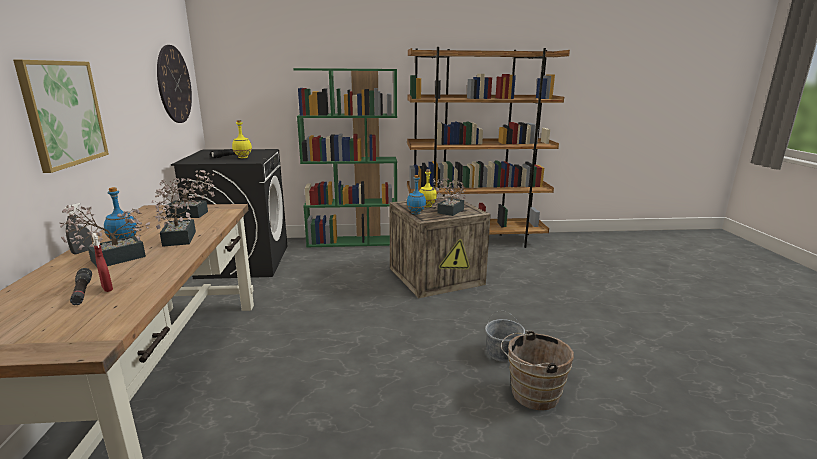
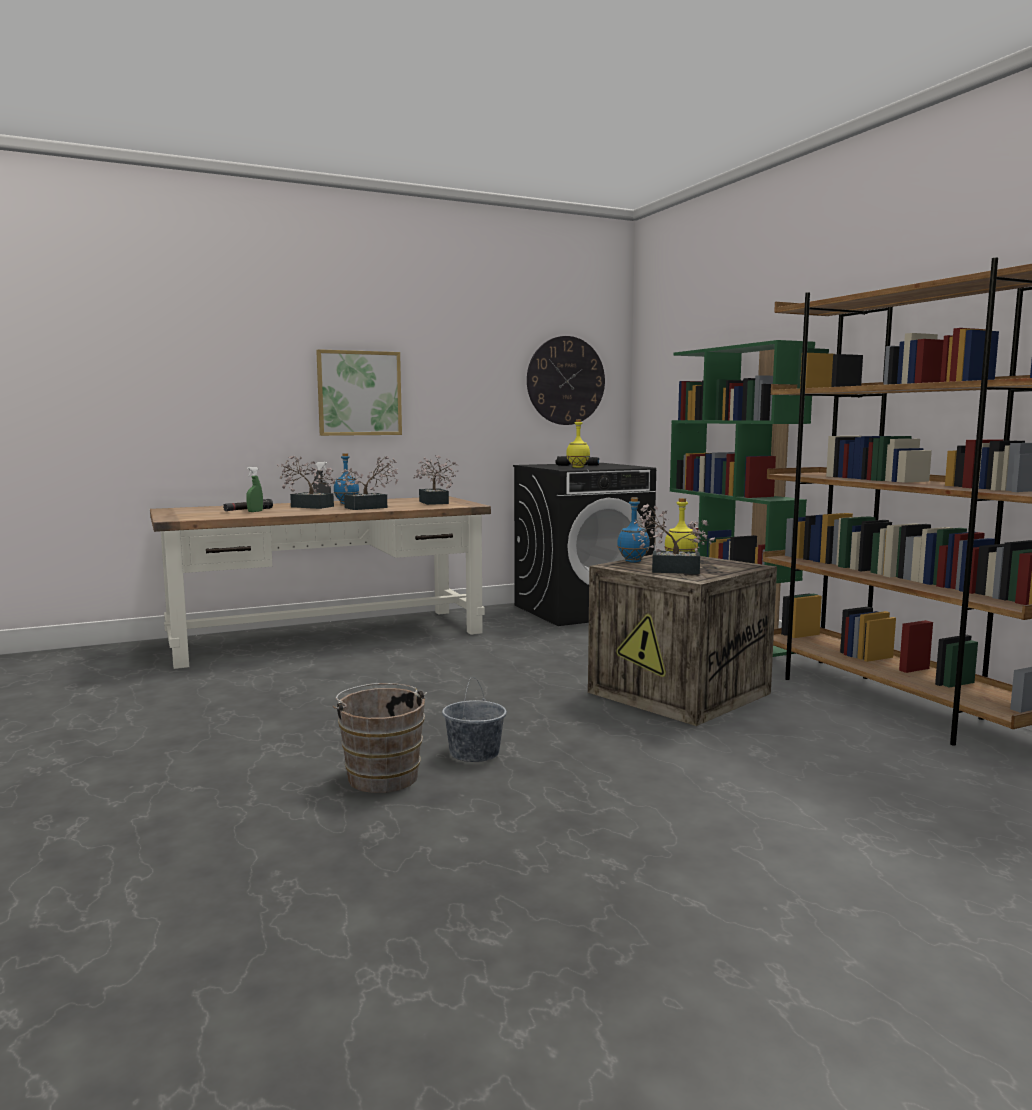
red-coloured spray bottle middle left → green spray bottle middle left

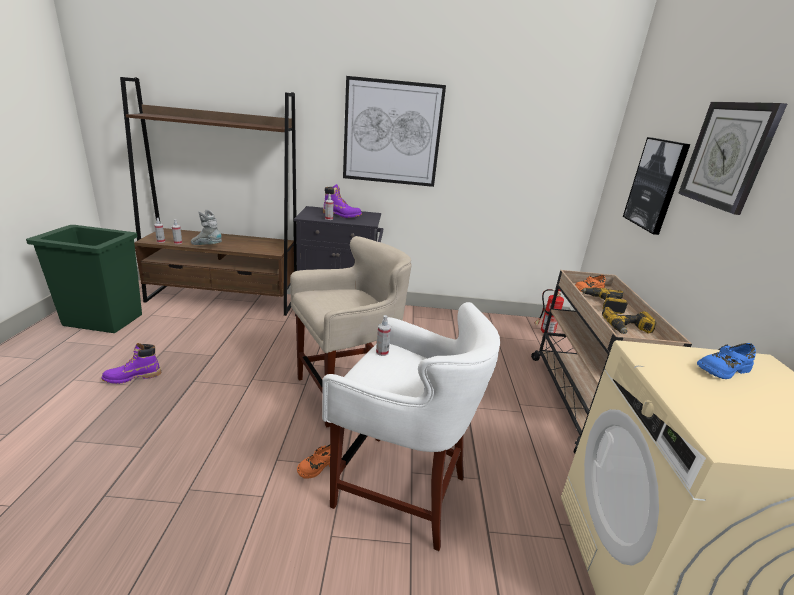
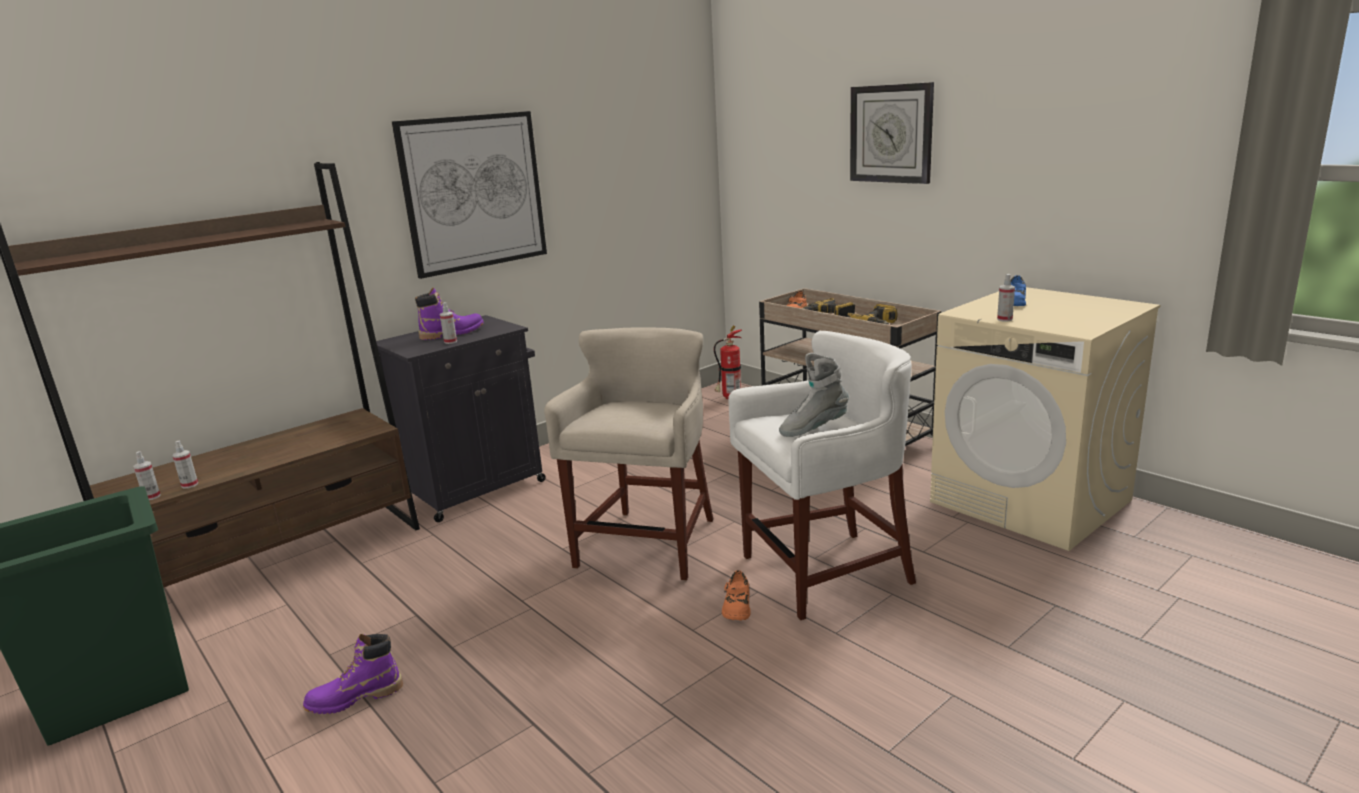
wall picture (no. 2 from left) top right → -
gray boot middle left → gray boot centre, relocated
spray bottle (no. 4 from left) centre → spray bottle (no. 4 from left) middle right, relocated
purple boot (no. 1 from left) middle left → purple boot (no. 1 from left) bottom left, 45 degrees clockwise

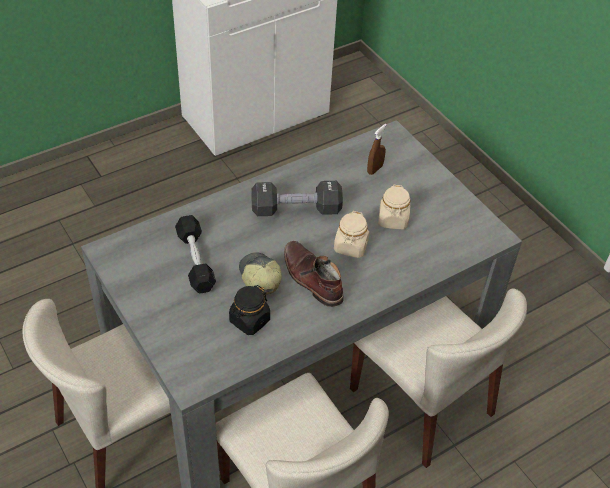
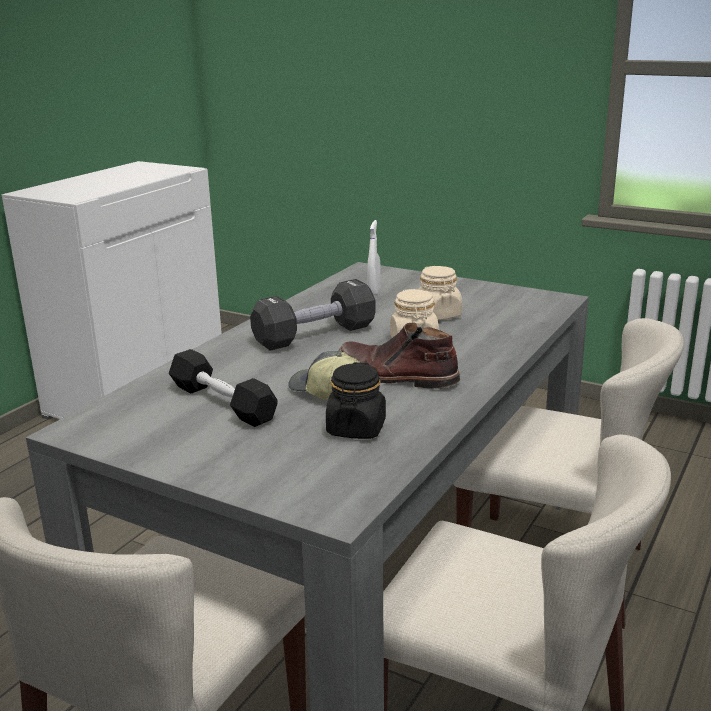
brown spray bottle top centre → white-coloured spray bottle centre

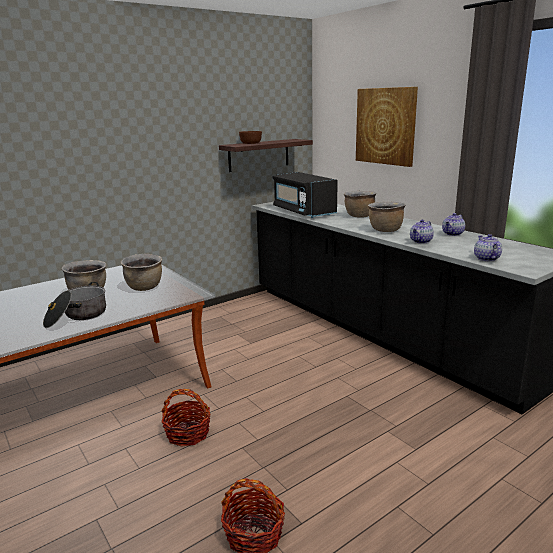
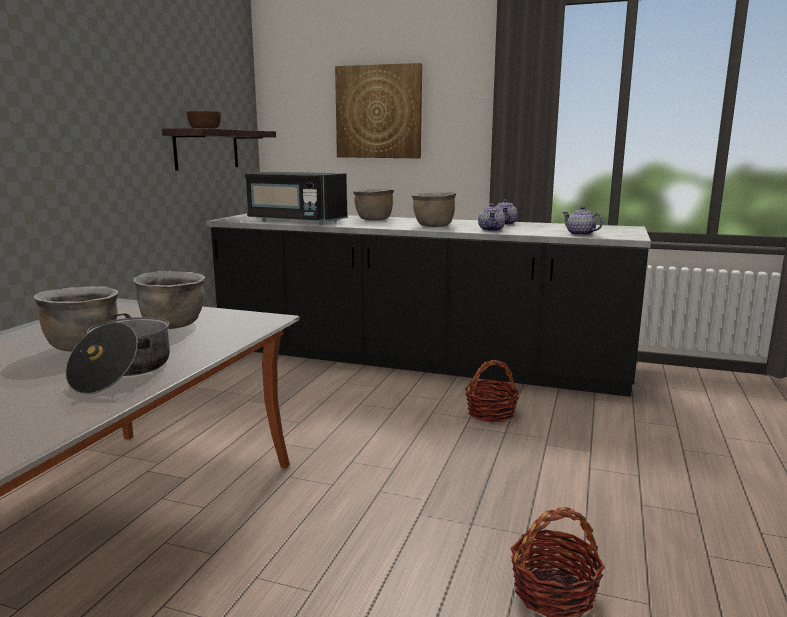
storage basket (no. 1 from left) bottom centre → storage basket (no. 1 from left) centre, relocated

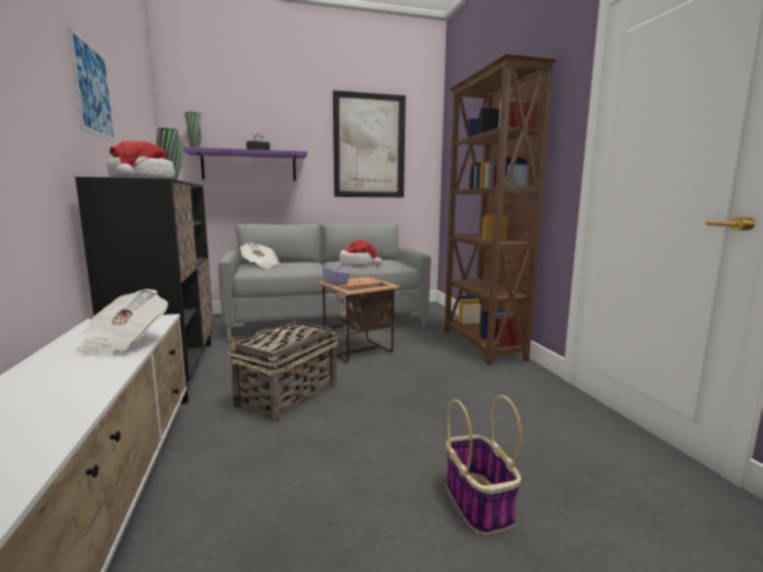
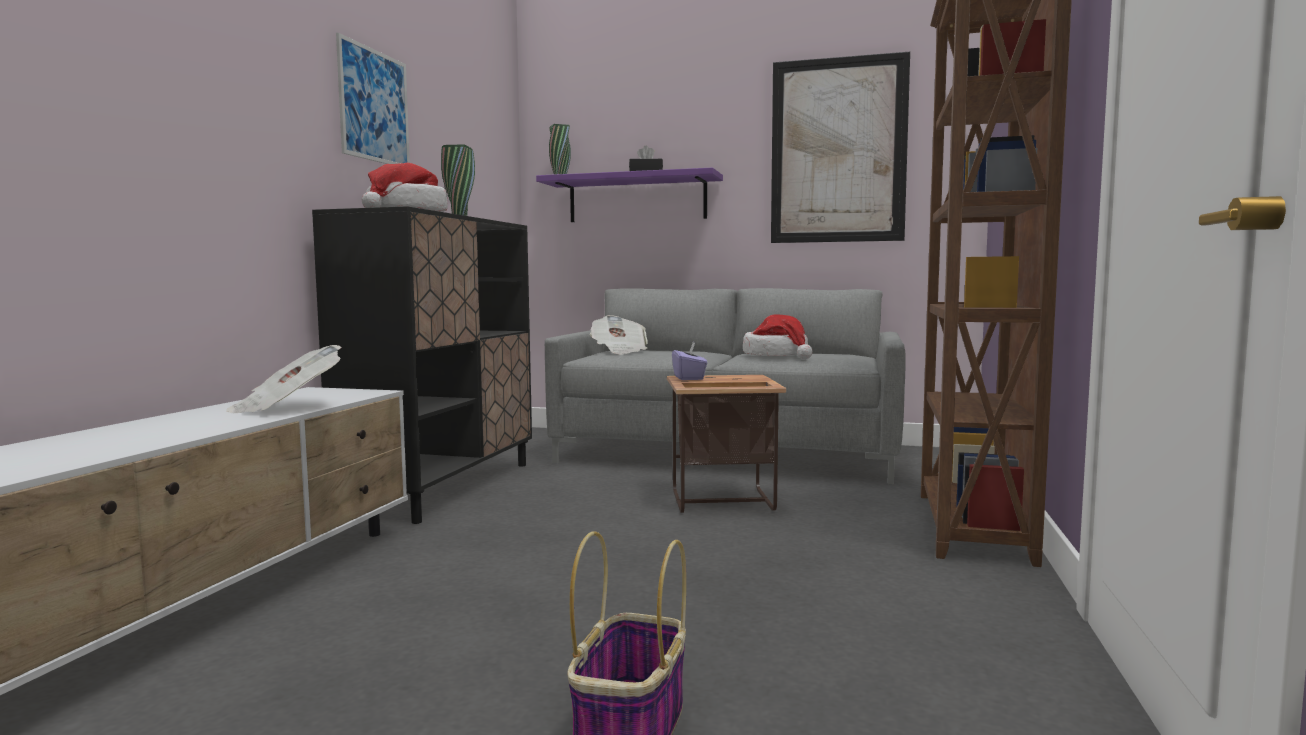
storage basket (no. 1 from left) centre → -

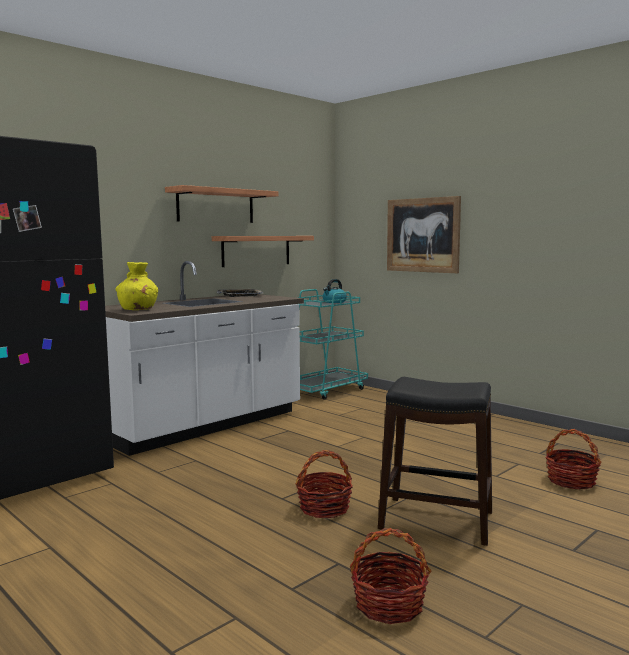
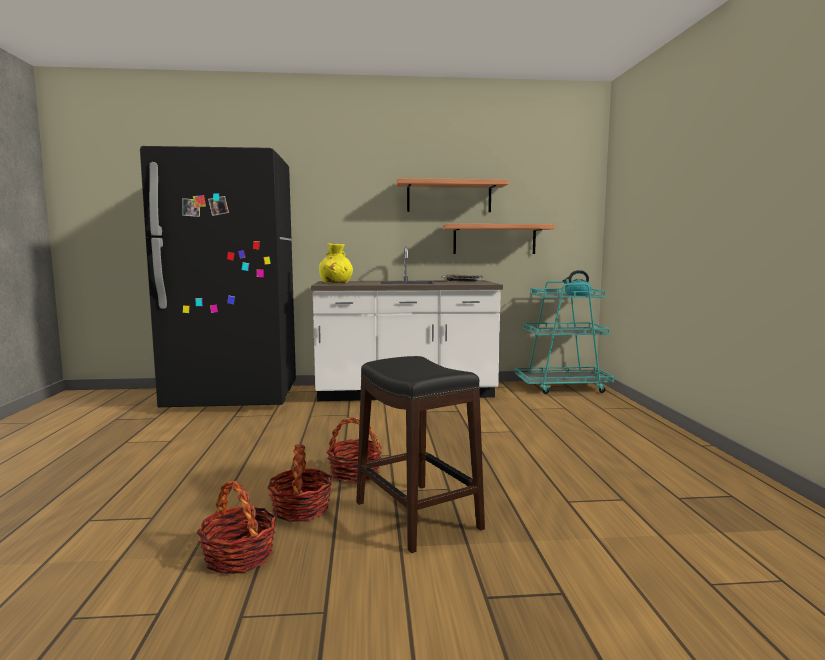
wall picture middle right → -
storage basket (no. 3 from left in the first image) bottom right → storage basket (no. 2 from left) bottom centre, relocated

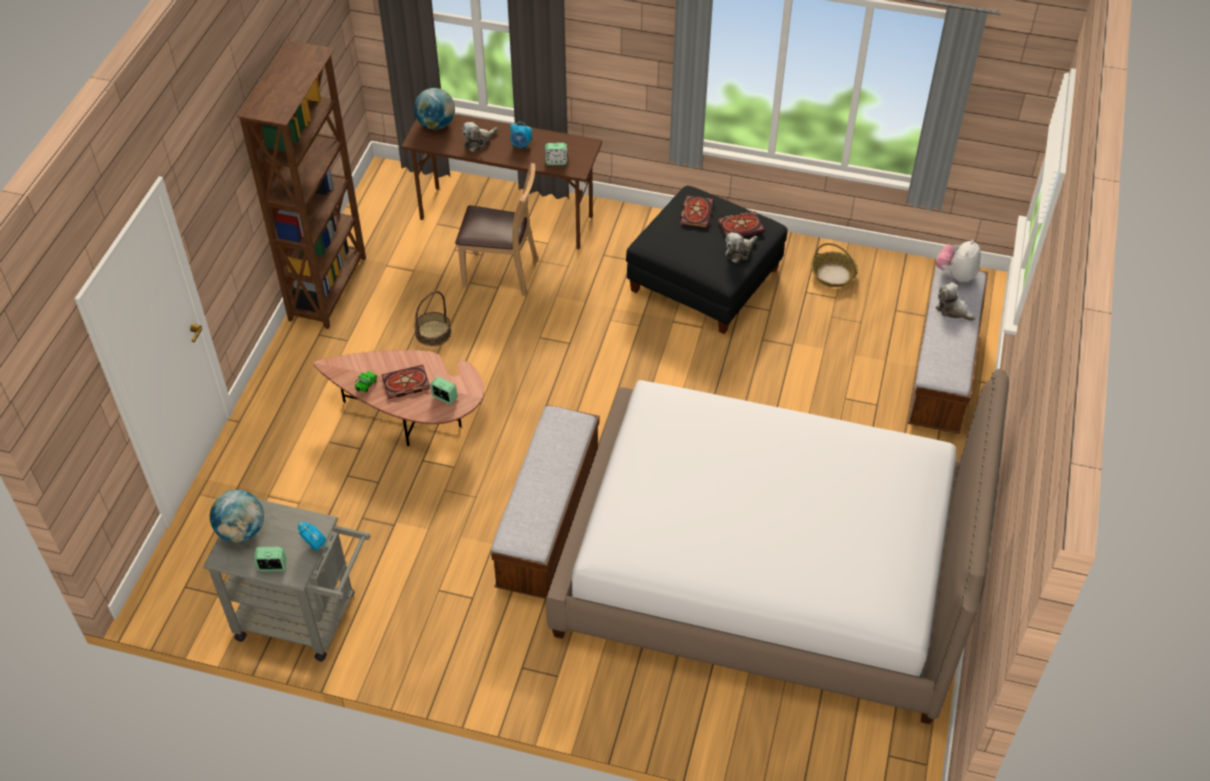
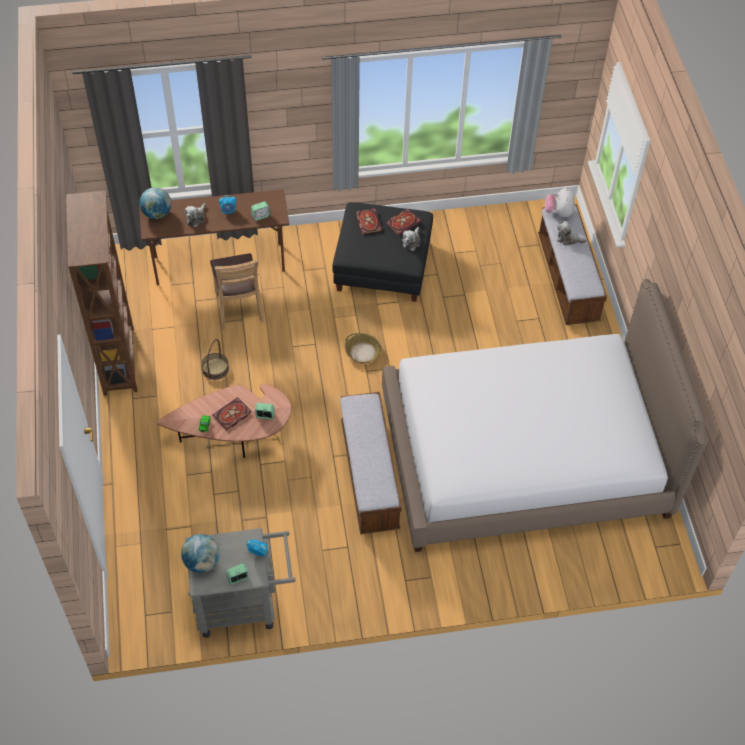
brown upright chair top centre → brown upright chair middle left, 90 degrees clockwise
storage basket (no. 2 from left) middle right → storage basket (no. 2 from left) centre, relocated

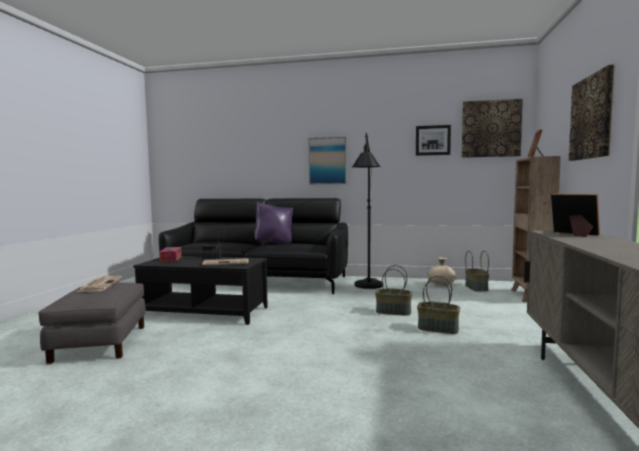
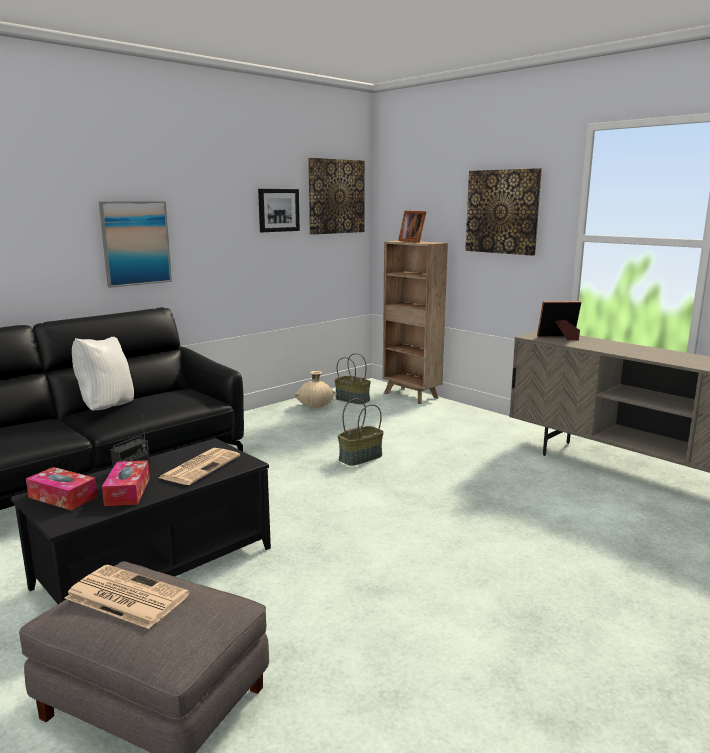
black standing lamp centre → -
purple throw pillow centre → white-coloured throw pillow middle left
storage basket (no. 2 from left) bottom right → -
- → tissue box (no. 2 from left) middle left

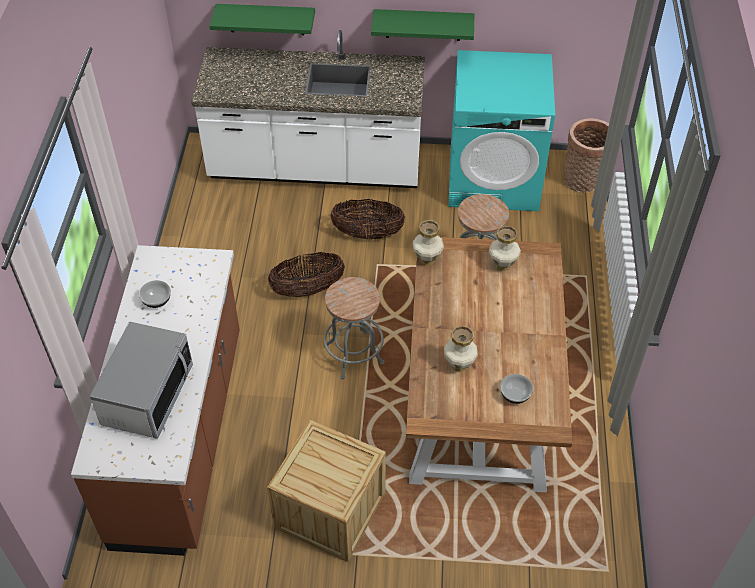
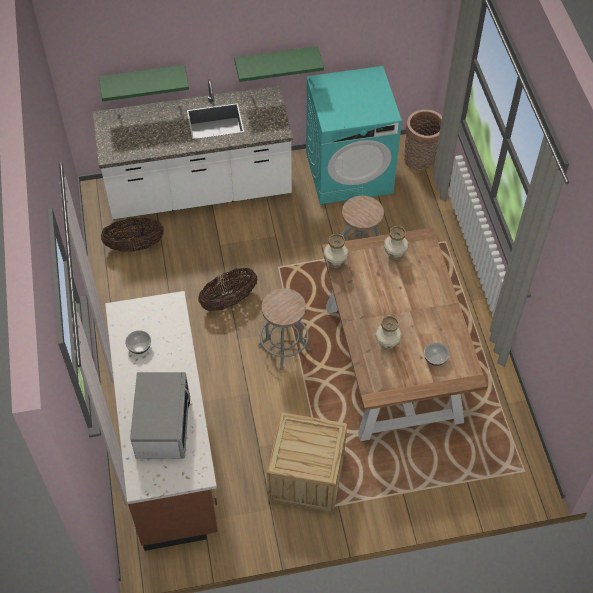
storage basket (no. 2 from left in the first image) centre → storage basket (no. 1 from left) middle left, relocated

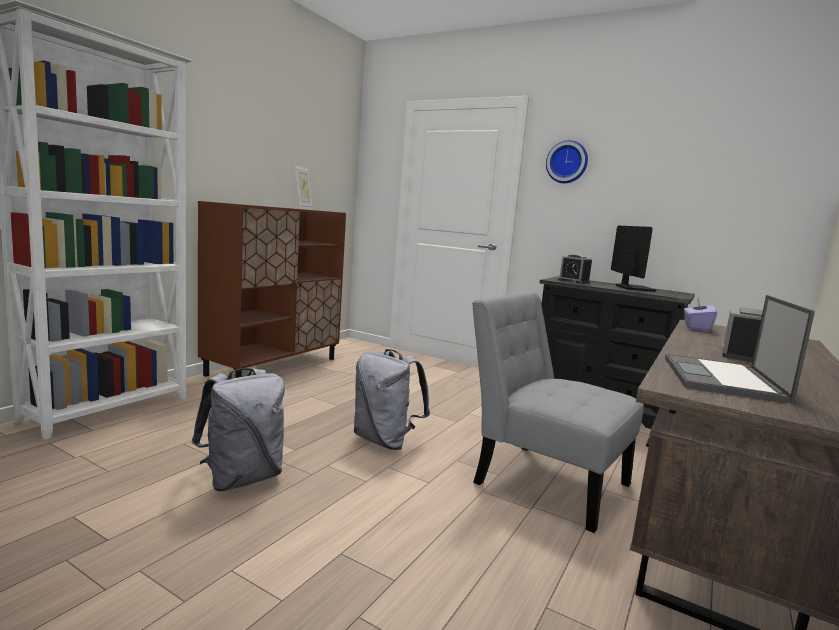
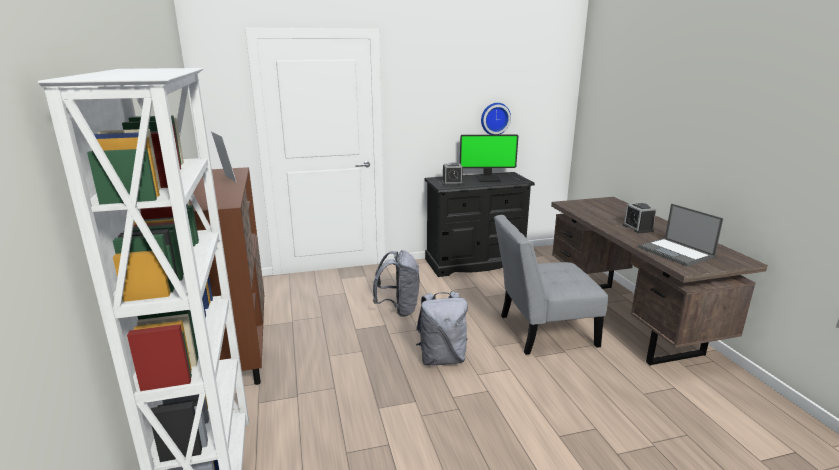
hanging clock top right → hanging clock top centre, relocated
computer display middle right → computer display centre, 135 degrees clockwise
purple tissue box middle right → -
gray knapsack (no. 1 from left) bottom left → gray knapsack (no. 1 from left) centre, relocated

